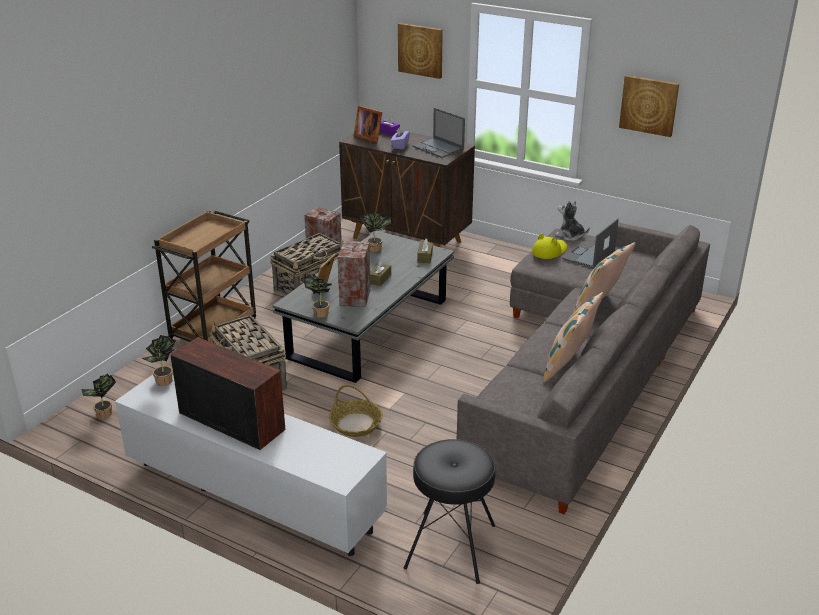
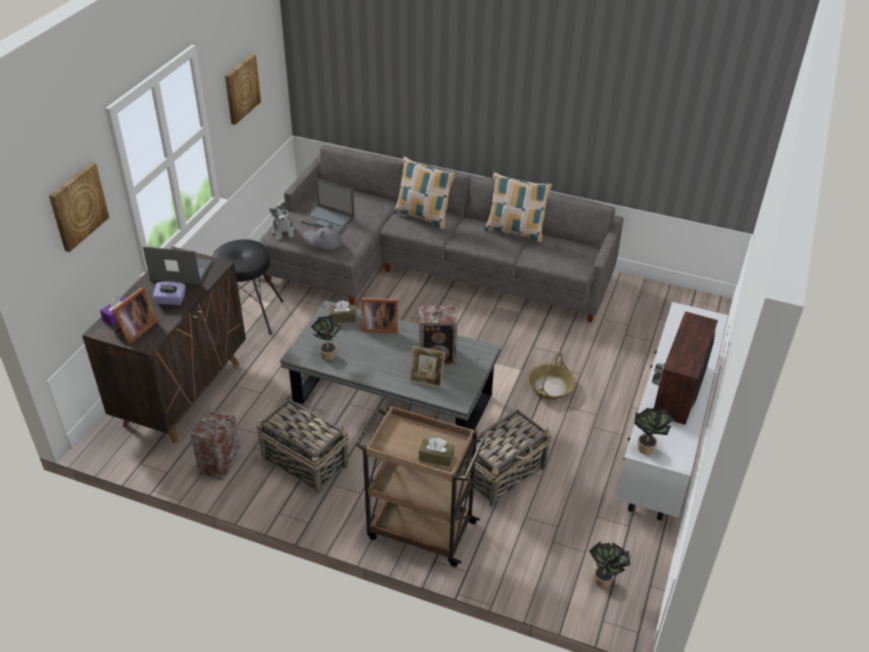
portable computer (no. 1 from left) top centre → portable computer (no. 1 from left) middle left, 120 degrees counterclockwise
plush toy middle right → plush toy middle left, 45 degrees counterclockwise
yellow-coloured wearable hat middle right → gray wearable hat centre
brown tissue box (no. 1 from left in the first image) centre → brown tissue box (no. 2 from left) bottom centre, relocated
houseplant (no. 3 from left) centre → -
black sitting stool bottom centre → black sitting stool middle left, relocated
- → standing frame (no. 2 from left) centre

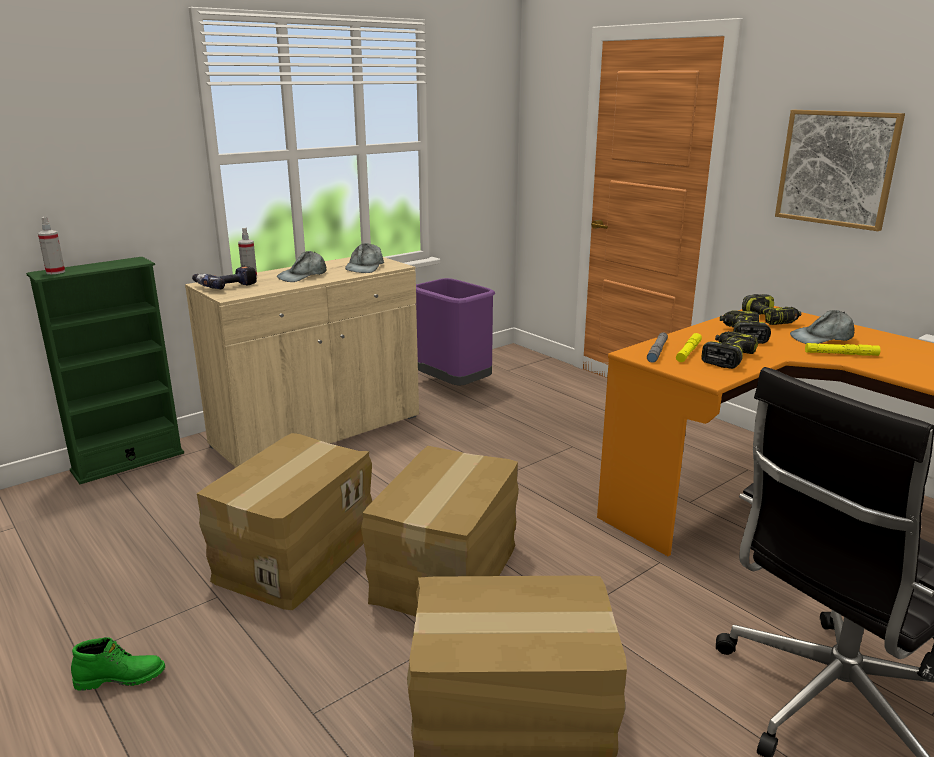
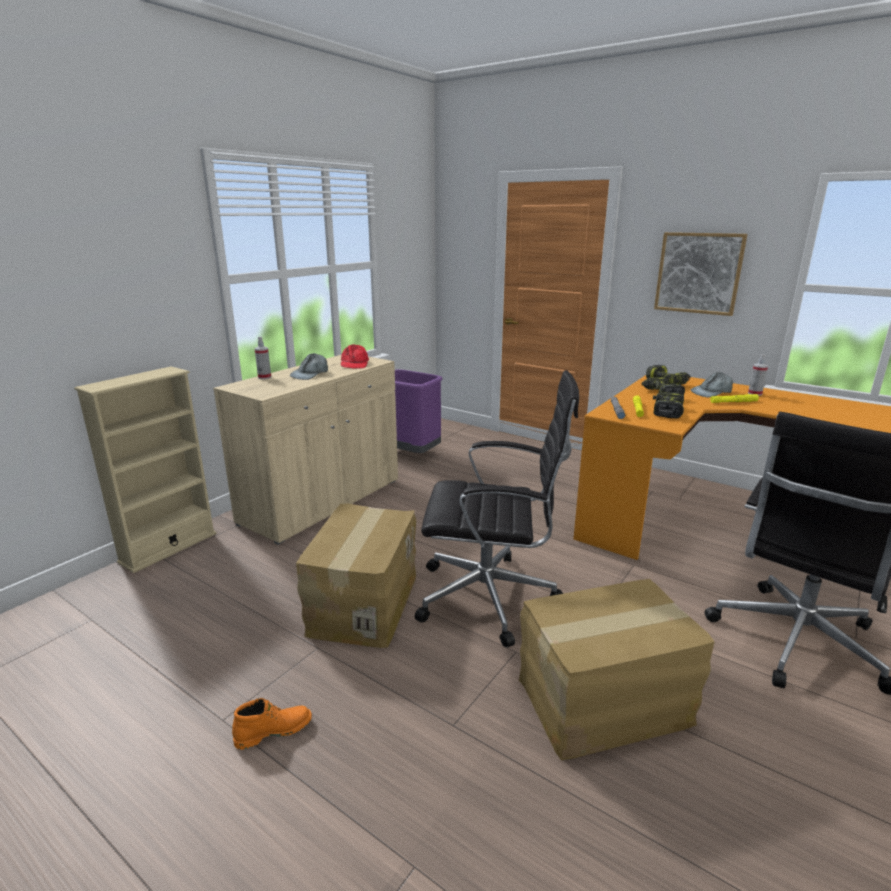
spray bottle (no. 1 from left in the first image) top left → spray bottle (no. 2 from left) middle right, relocated
gray baseball cap (no. 2 from left) centre → red-coloured baseball cap centre
green bookcase middle left → beige bookcase middle left
drill (no. 1 from left) middle left → -
carton (no. 2 from left) bottom centre → black computer chair (no. 1 from left) centre
green boot bottom left → orange boot bottom left

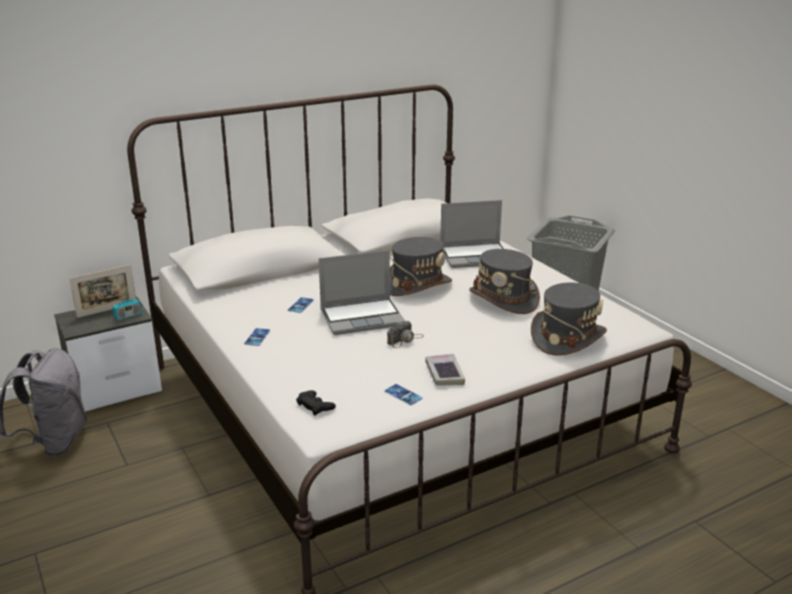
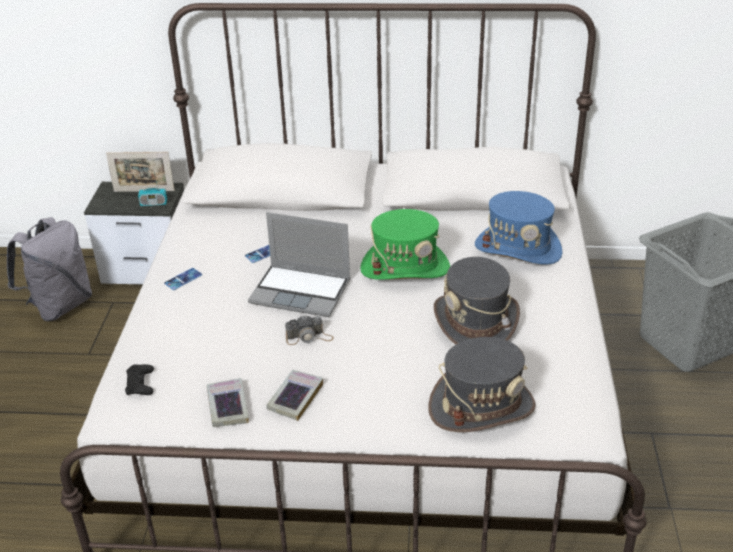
portable computer (no. 2 from left) centre → blue wearable hat middle right
gray wearable hat (no. 1 from left) centre → green wearable hat centre
telephone (no. 3 from left) centre → bound book (no. 1 from left) bottom left

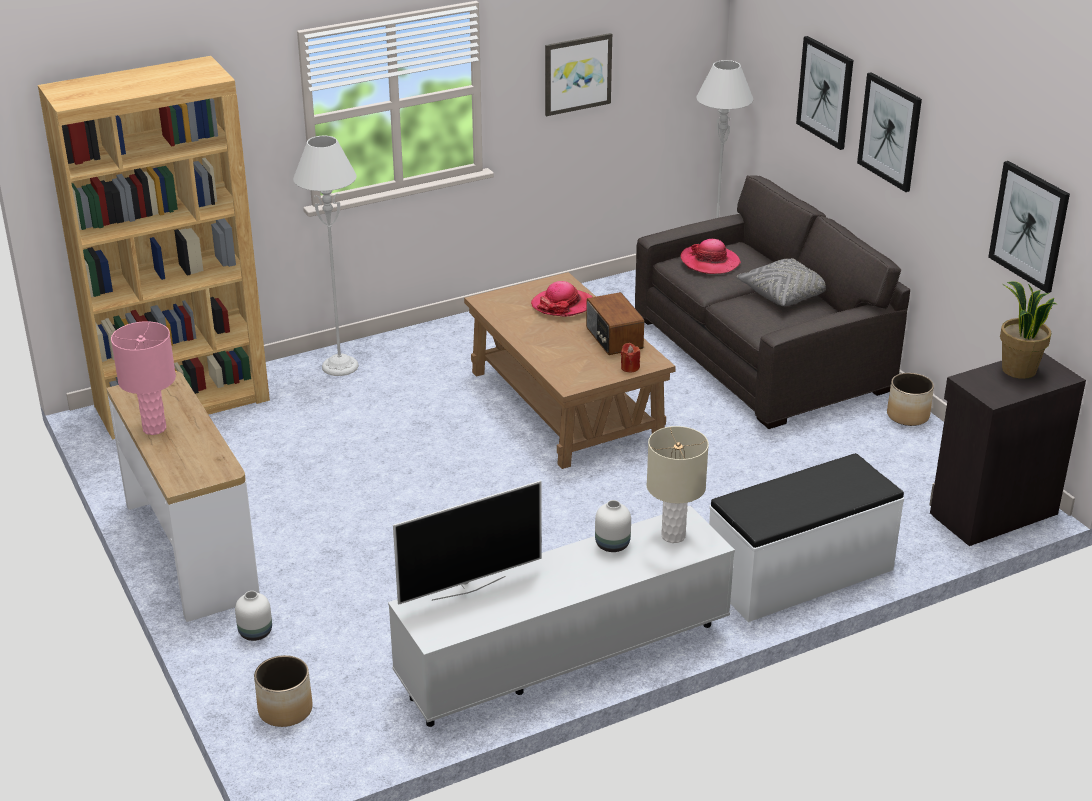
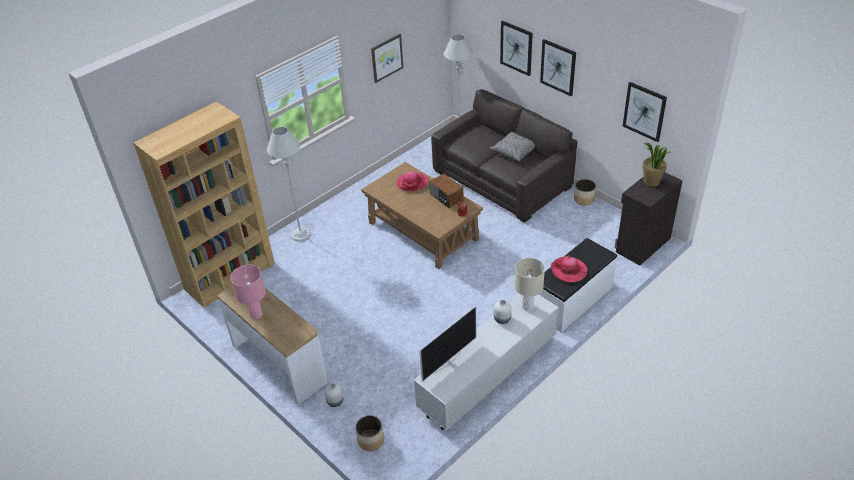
wearable hat (no. 2 from left) top centre → wearable hat (no. 2 from left) centre, relocated

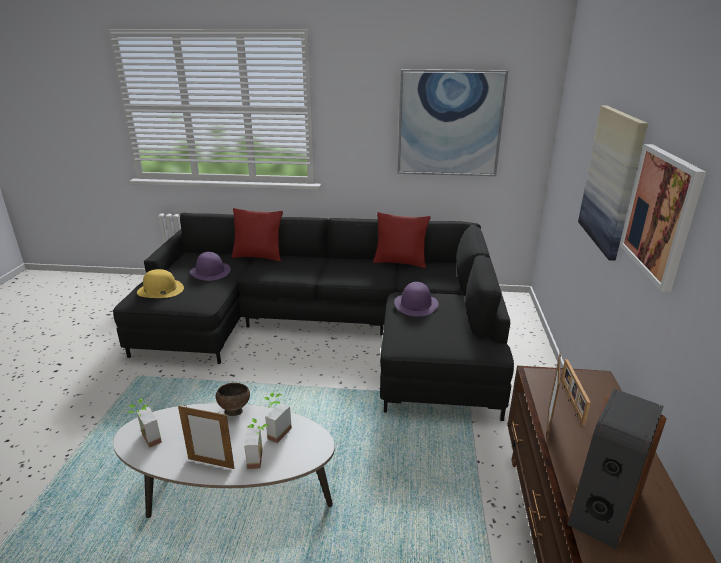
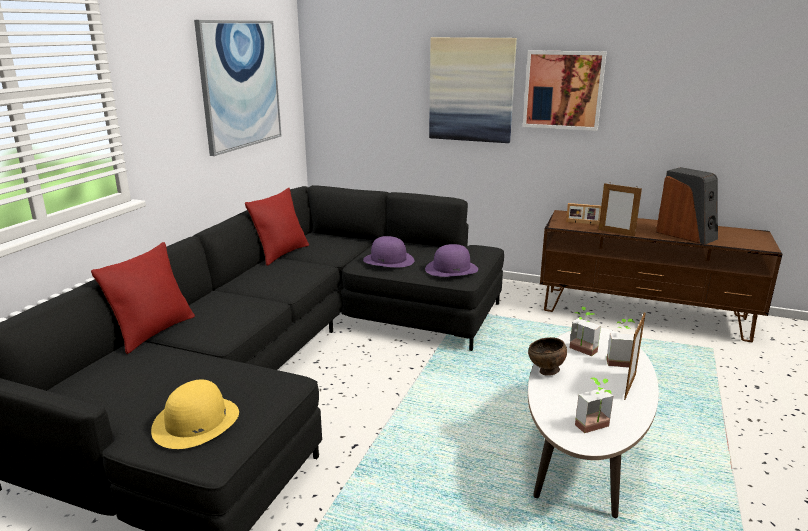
purple wearable hat (no. 1 from left in the first image) middle left → purple wearable hat (no. 2 from left) centre, relocated

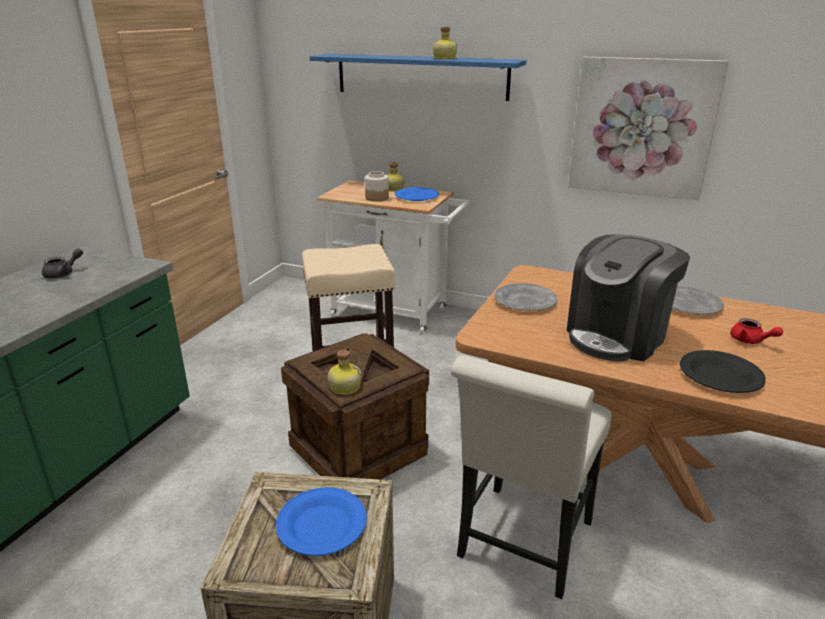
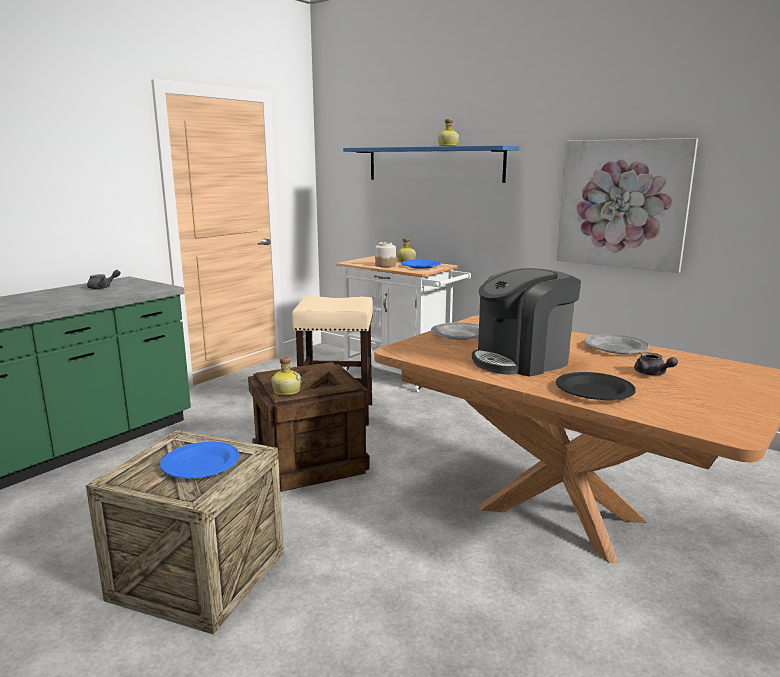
red-coloured pot for tea middle right → gray pot for tea (no. 2 from left) middle right
white-coloured upright chair bottom centre → -

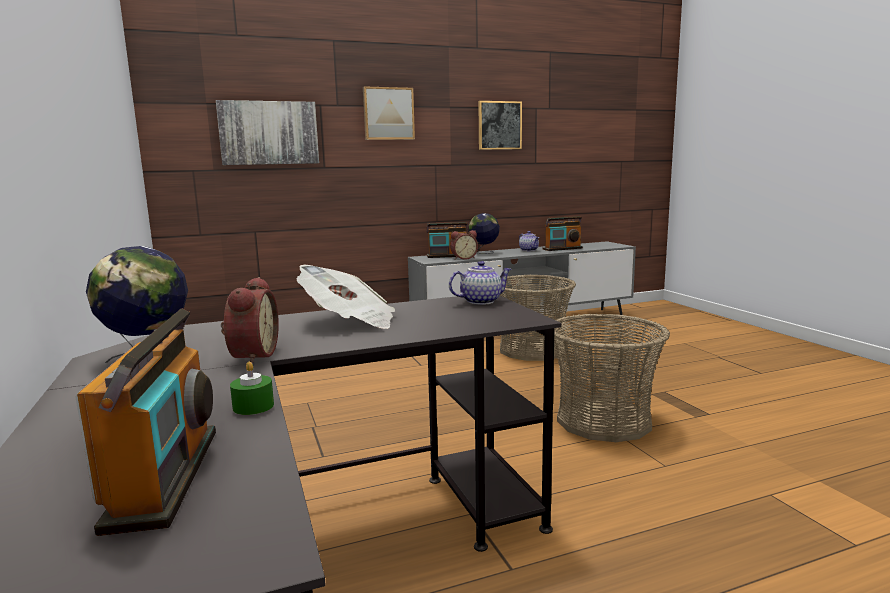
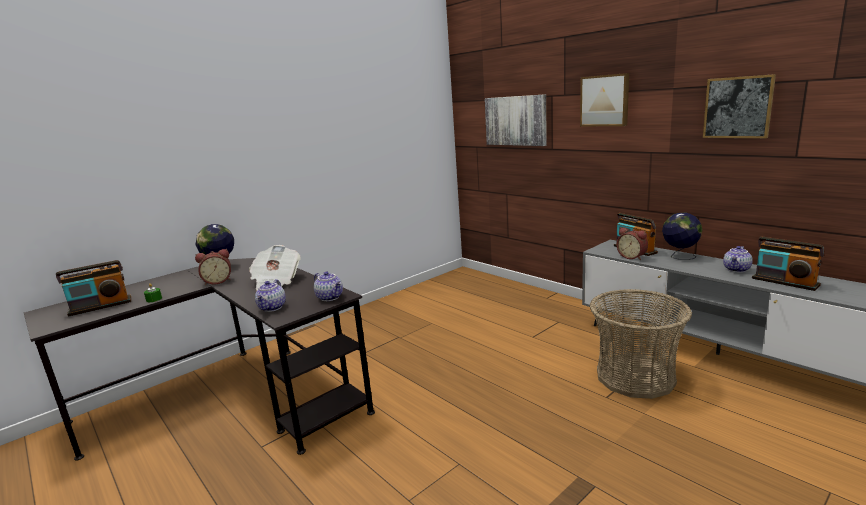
storage basket (no. 2 from left) middle right → -
- → pot for tea (no. 1 from left) middle left

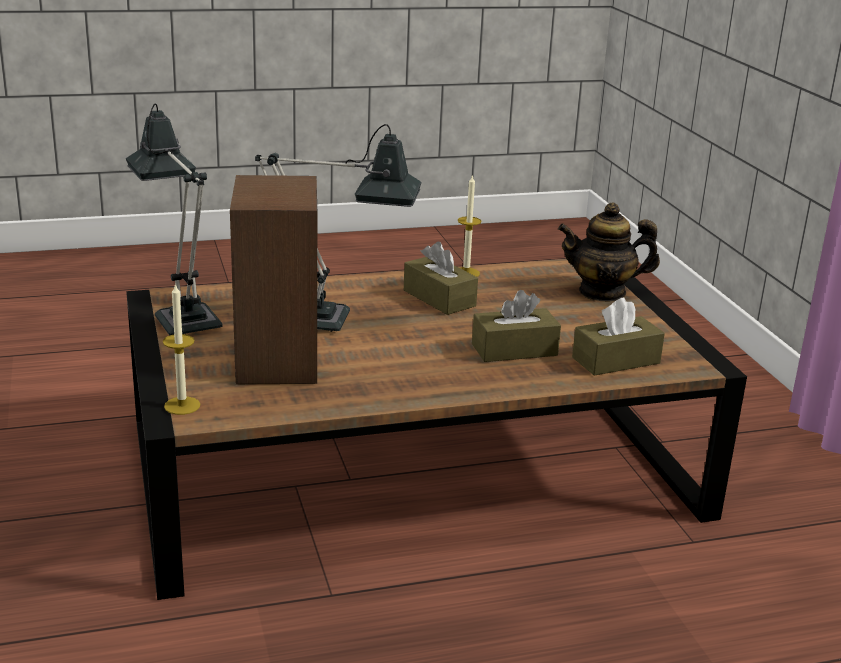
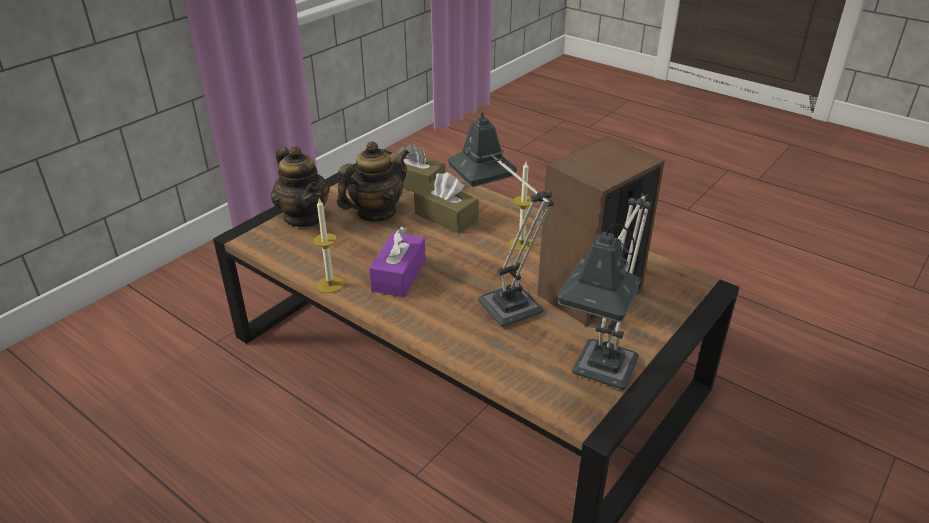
brown tissue box (no. 1 from left) centre → purple tissue box centre
candle (no. 1 from left in the first image) middle left → candle (no. 2 from left) centre, relocated
- → pot for tea (no. 2 from left) centre

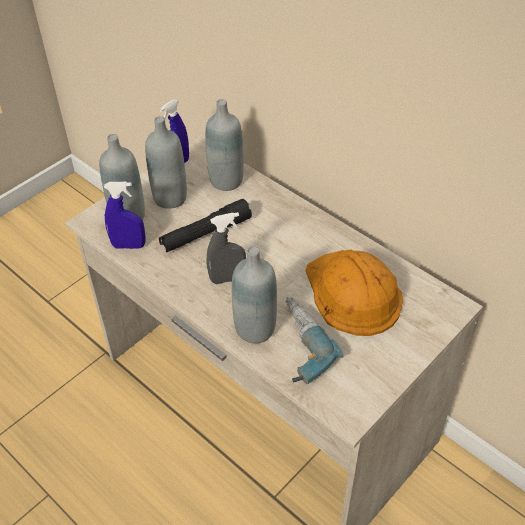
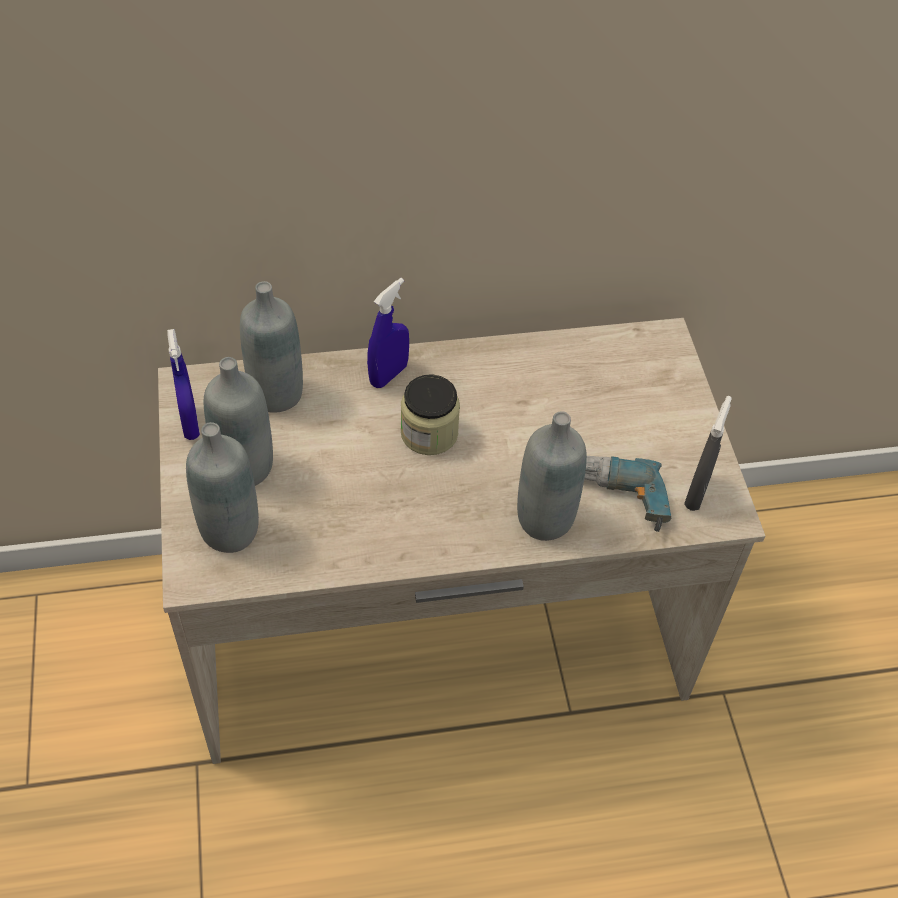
blue spray bottle (no. 1 from left in the first image) middle left → blue spray bottle (no. 2 from left) centre, relocated
black hand torch centre → -
gray spray bottle centre → gray spray bottle middle right, relocated
orange hard hat middle right → -
- → preserve jar centre

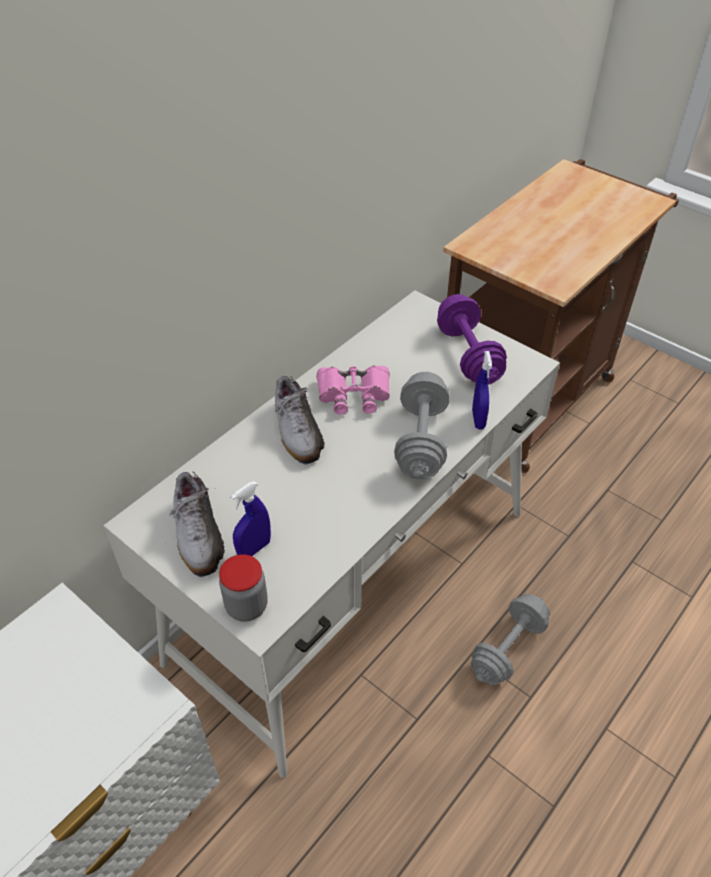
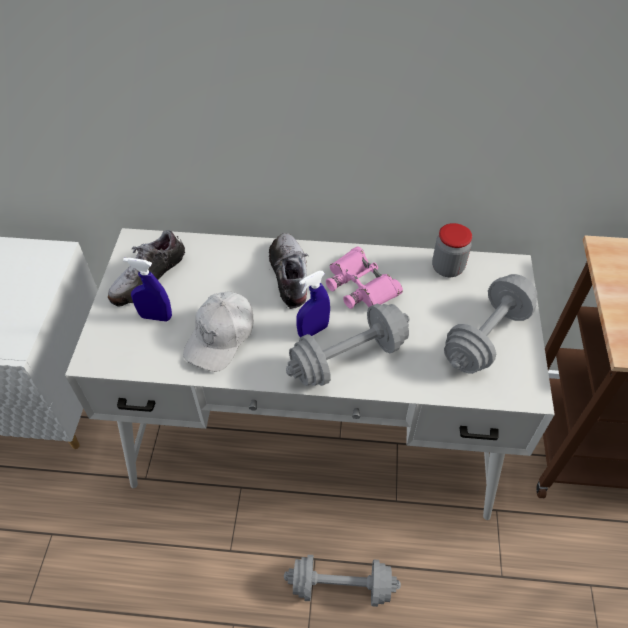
purple hand weight centre → gray hand weight (no. 3 from left) middle right
blue spray bottle (no. 2 from left) middle right → blue spray bottle (no. 2 from left) centre, relocated
low shoe (no. 2 from left) centre, 135 degrees clockwise
preserve jar bottom centre → preserve jar middle right, relocated
- → white-coloured baseball cap centre

